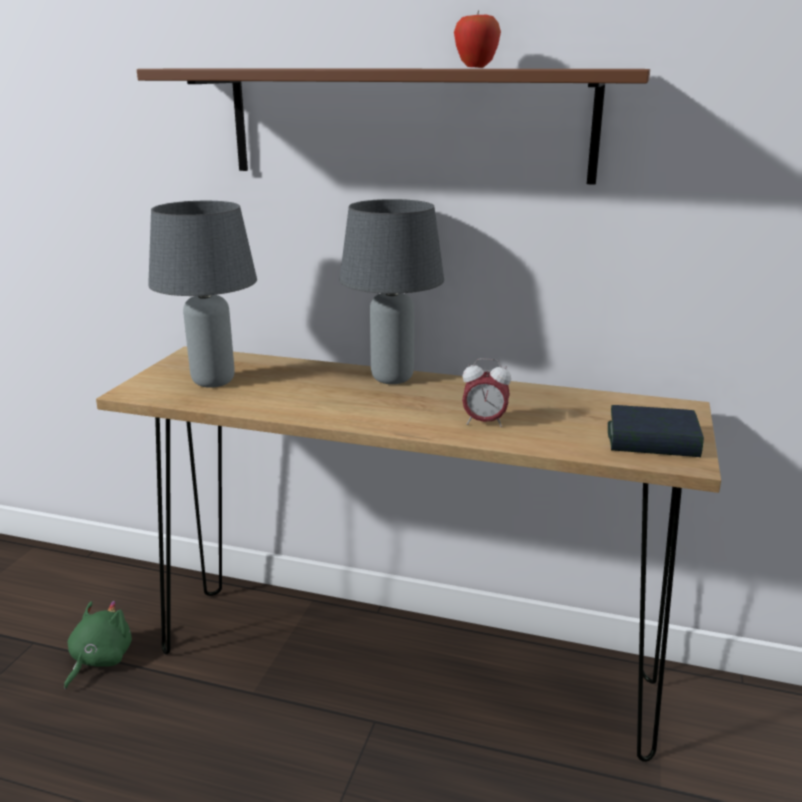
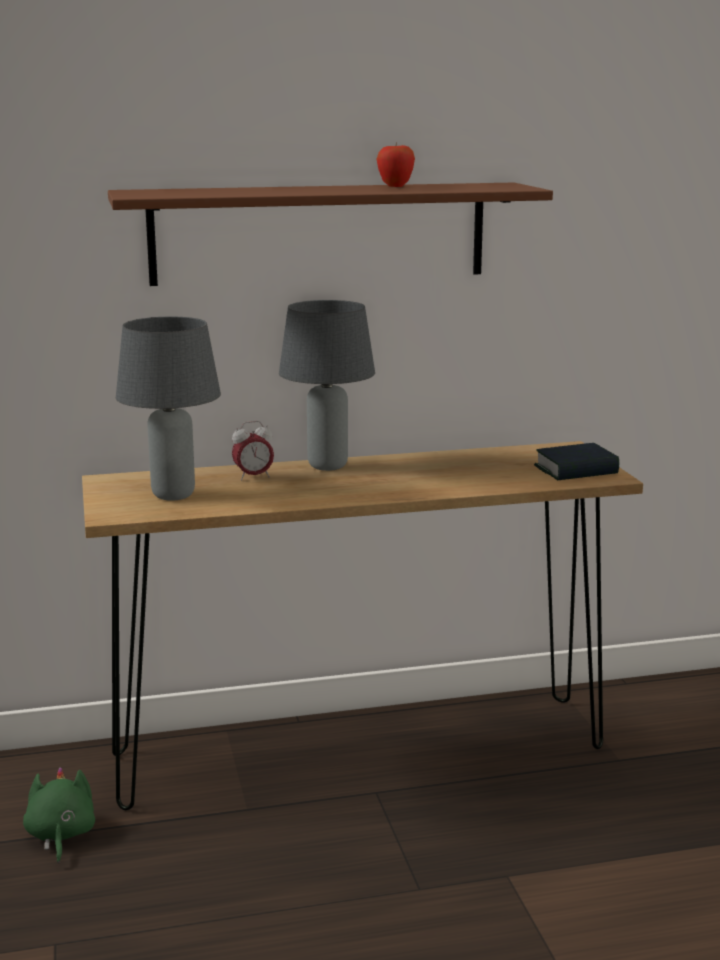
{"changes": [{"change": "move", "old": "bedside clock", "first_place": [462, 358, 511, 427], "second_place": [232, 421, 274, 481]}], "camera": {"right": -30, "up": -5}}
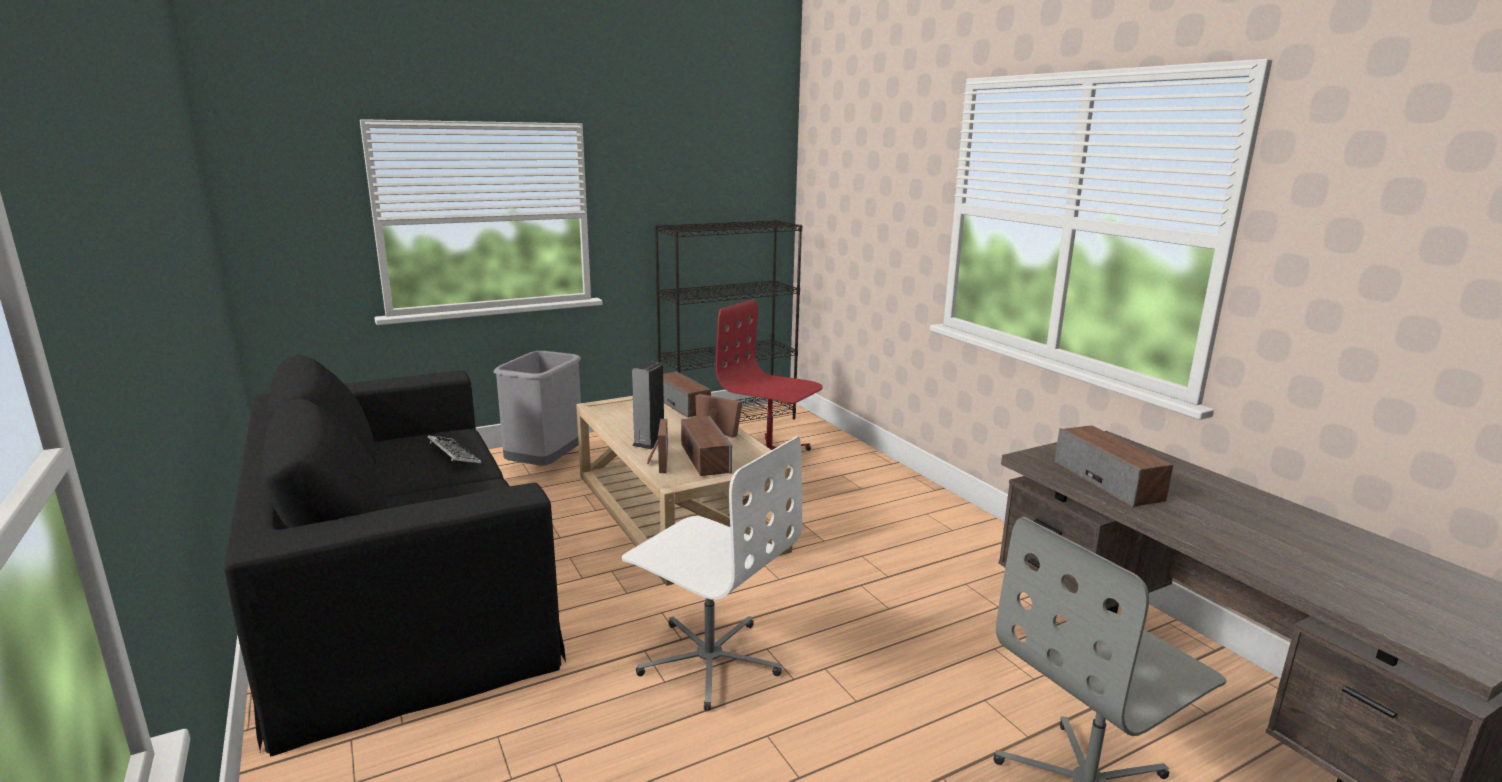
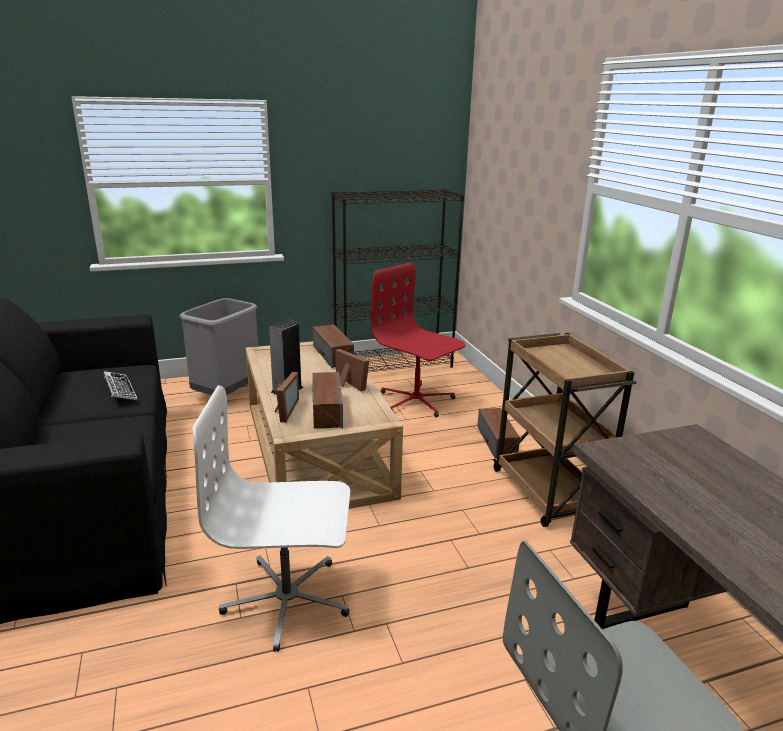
{"changes": [{"change": "rotate", "old": "desk chair (whitish)", "first_place": [622, 436, 802, 711], "second_place": [192, 386, 350, 652], "degrees": 135}, {"change": "move", "old": "audio speaker", "first_place": [1054, 425, 1173, 507], "second_place": [477, 408, 520, 458]}, {"change": "insert", "new": "wheeled cart (brown-coloured)", "second_place": [493, 333, 637, 527]}], "camera": {"right": 10, "up": 5}}
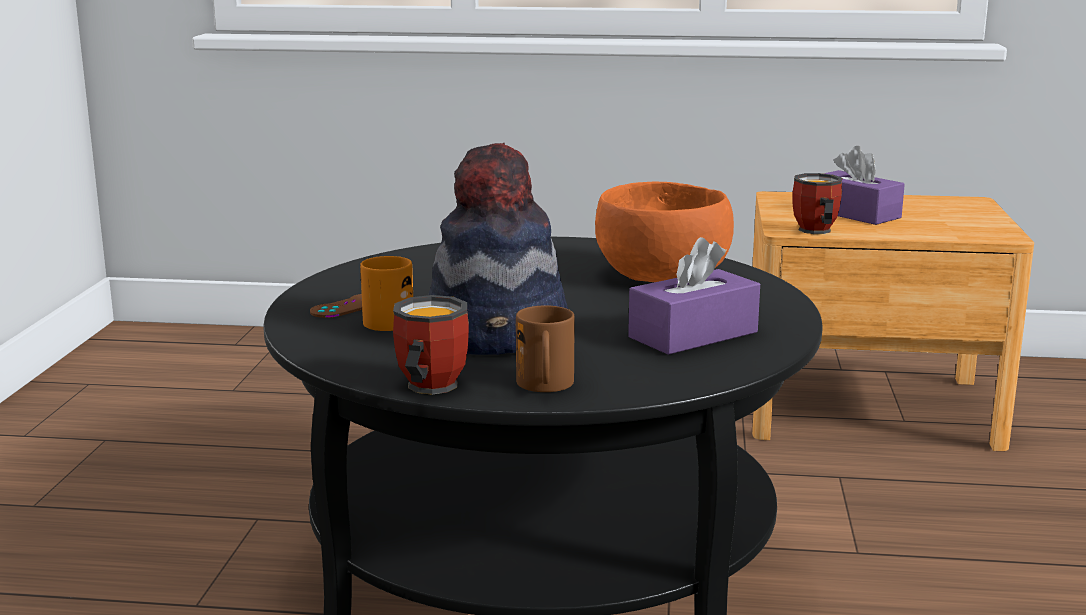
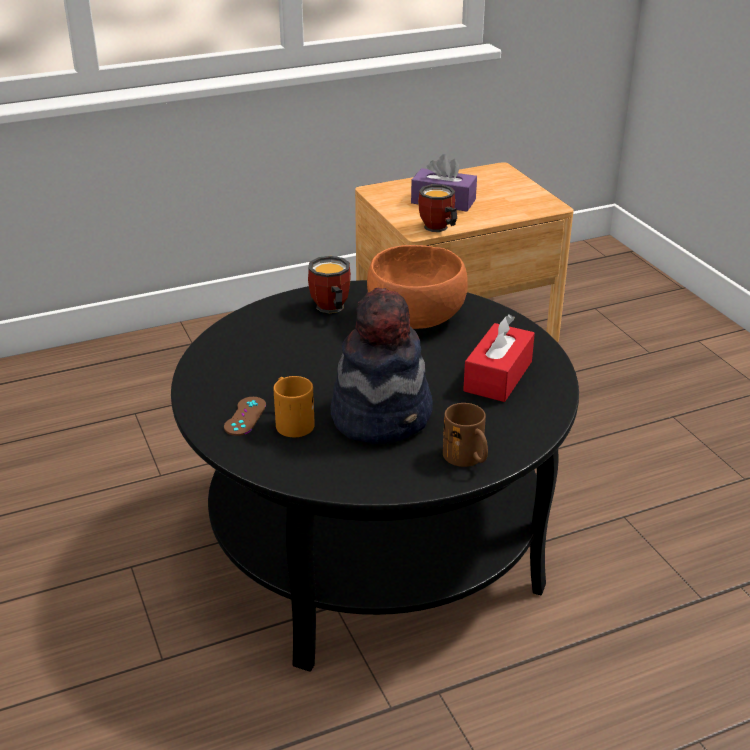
{"changes": [{"change": "move", "old": "coffee mug", "first_place": [393, 295, 469, 394], "second_place": [308, 256, 351, 313]}, {"change": "recolor", "old": "tissue box (purple-coloured)", "new": "tissue box (red)", "first_place": [628, 237, 760, 355], "second_place": [463, 314, 535, 402]}], "camera": {"right": -30, "up": 15}}
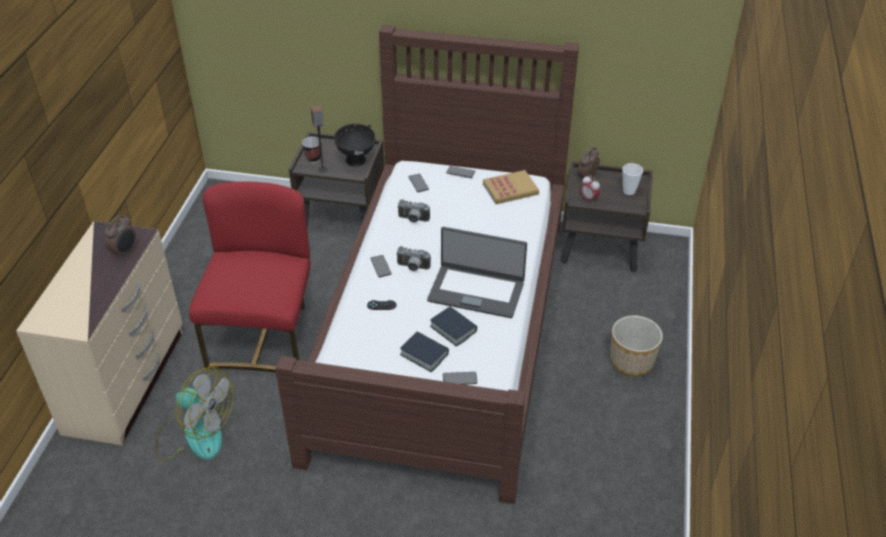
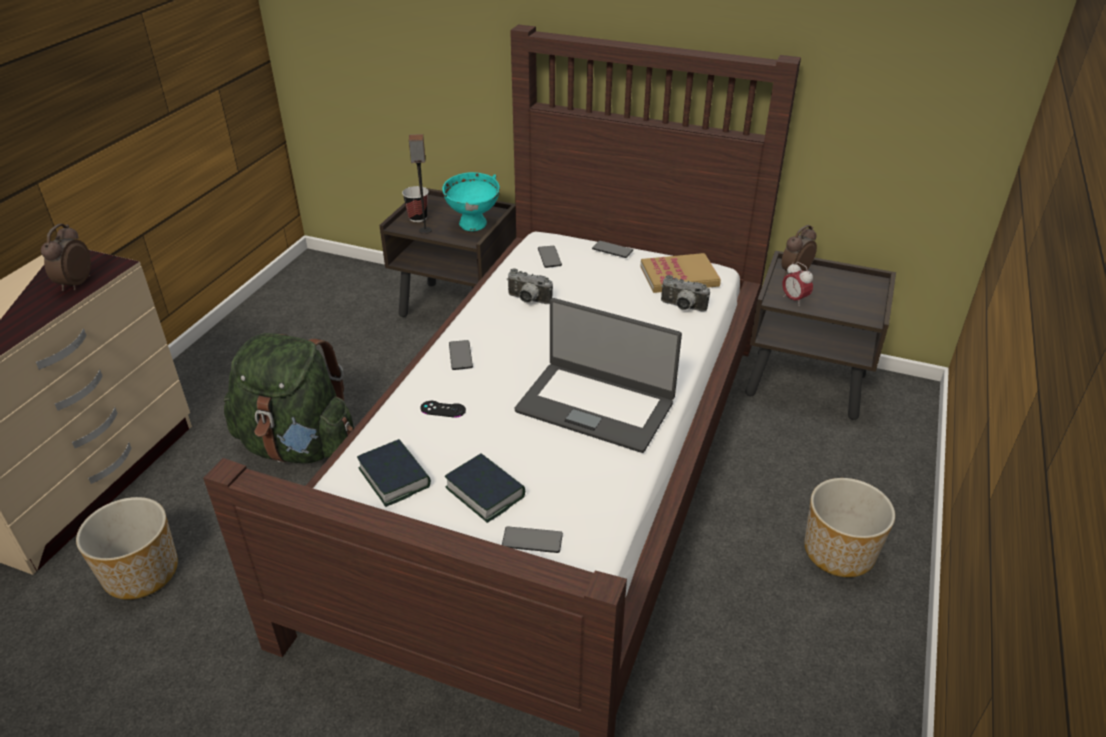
{"changes": [{"change": "rotate", "old": "bedside clock", "first_place": [105, 215, 136, 259], "second_place": [41, 224, 91, 291], "degrees": 150}, {"change": "replace", "old": "electric fan", "new": "planter", "first_place": [154, 367, 233, 461], "second_place": [76, 497, 178, 600]}, {"change": "replace", "old": "upright chair (red)", "new": "backpack (green)", "first_place": [189, 181, 310, 373], "second_place": [224, 333, 354, 463]}, {"change": "recolor", "old": "serving bowl (black-coloured)", "new": "serving bowl (blue-green)", "first_place": [334, 124, 376, 167], "second_place": [442, 172, 500, 231]}, {"change": "move", "old": "still camera", "first_place": [396, 246, 431, 271], "second_place": [661, 275, 710, 311]}, {"change": "move", "old": "volume", "first_place": [430, 306, 477, 347], "second_place": [357, 439, 431, 507]}, {"change": "delete", "old": "small cup", "first_place": [622, 163, 643, 195]}], "camera": {"right": 10, "up": -5}}
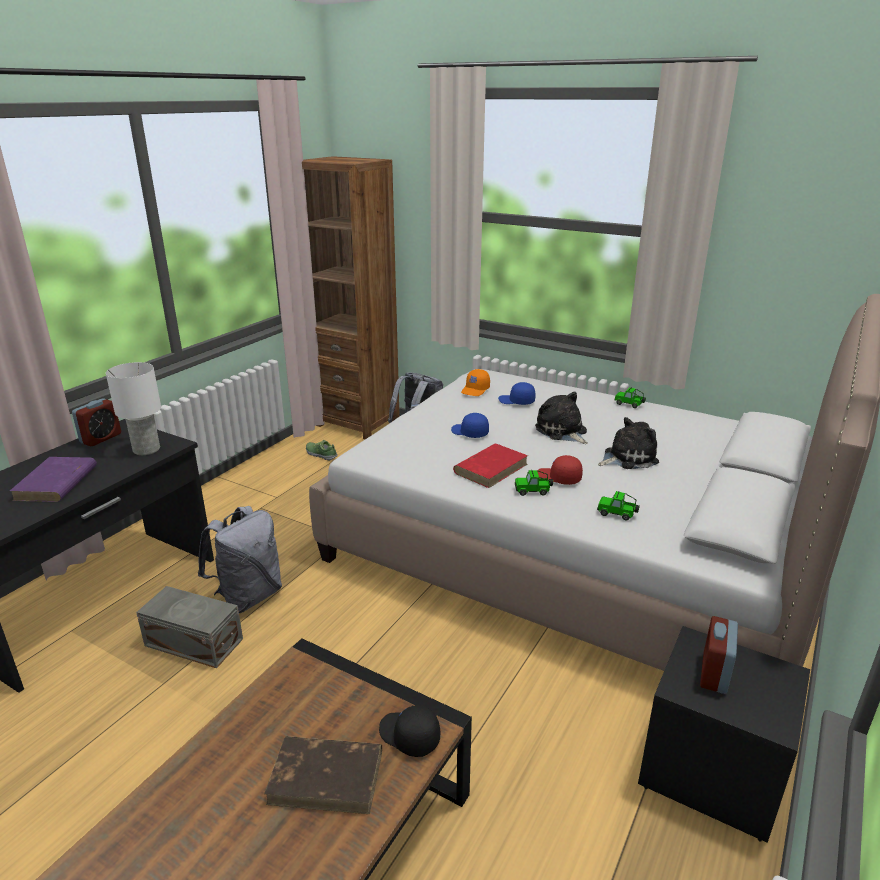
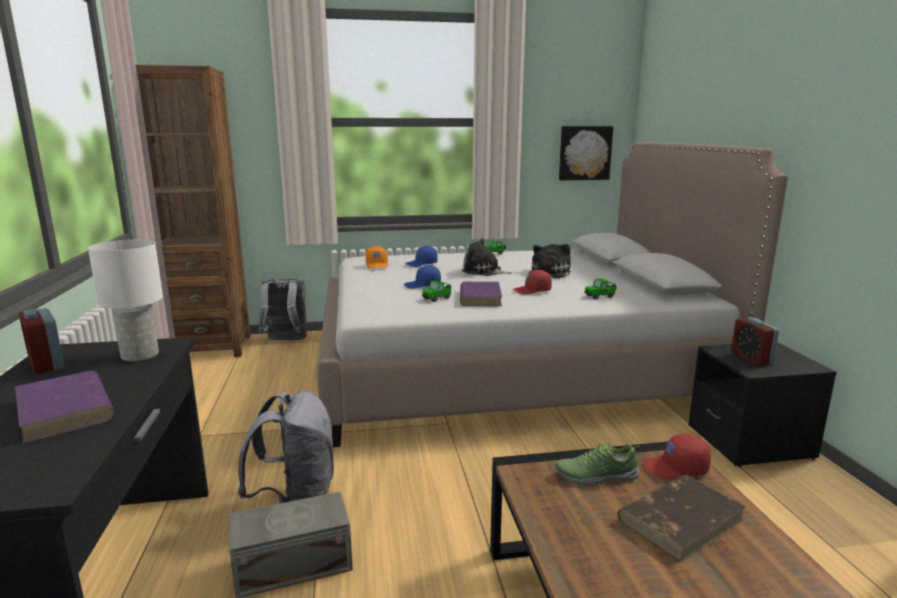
{"changes": [{"change": "rotate", "old": "bedside clock", "first_place": [72, 398, 121, 446], "second_place": [19, 308, 64, 374], "degrees": 150}, {"change": "move", "old": "low shoe", "first_place": [306, 440, 338, 461], "second_place": [555, 443, 639, 486]}, {"change": "recolor", "old": "cap (black-coloured)", "new": "cap (red)", "first_place": [379, 705, 440, 757], "second_place": [643, 434, 711, 479]}, {"change": "recolor", "old": "volume (red)", "new": "volume (purple-coloured)", "first_place": [453, 444, 528, 488], "second_place": [460, 282, 502, 306]}, {"change": "move", "old": "miniature car", "first_place": [515, 470, 553, 496], "second_place": [422, 280, 451, 302]}, {"change": "insert", "new": "wall art", "second_place": [559, 126, 613, 180]}], "camera": {"right": -40, "up": -10}}
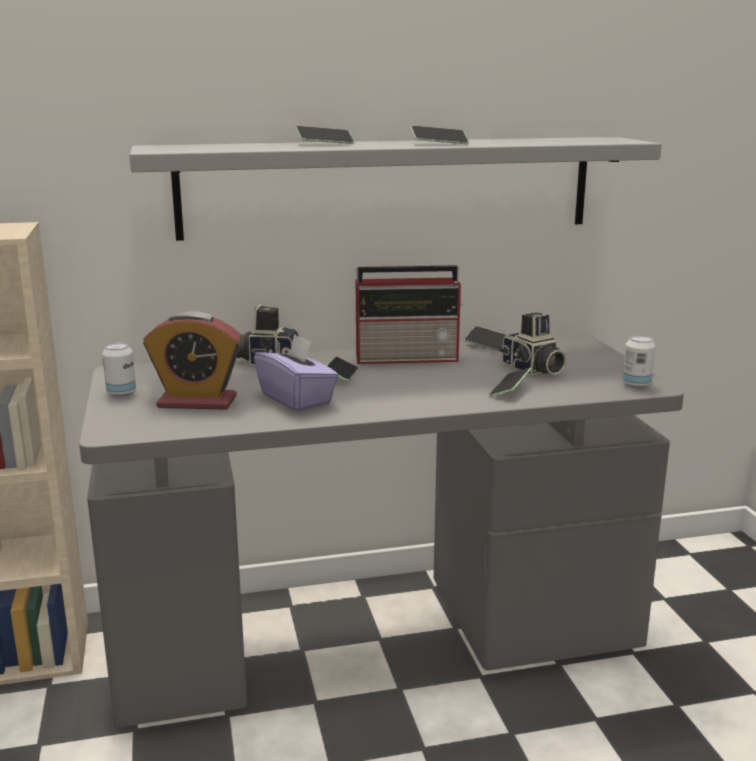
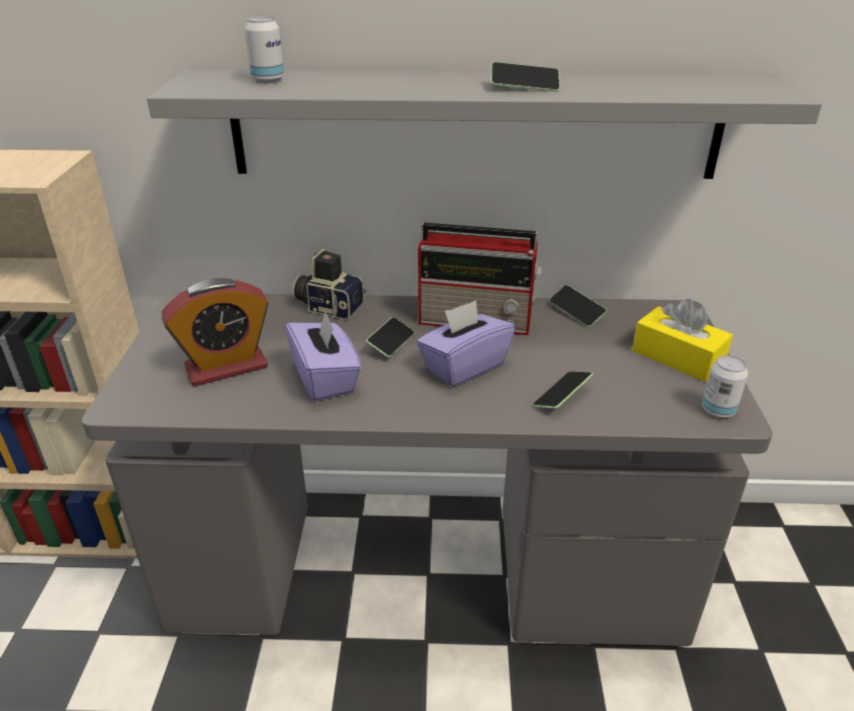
{"changes": [{"change": "move", "old": "can", "first_place": [102, 342, 136, 397], "second_place": [245, 16, 284, 83]}, {"change": "rotate", "old": "bedside clock", "first_place": [143, 311, 242, 410], "second_place": [161, 278, 269, 386], "degrees": -45}, {"change": "delete", "old": "handset", "first_place": [295, 126, 354, 144]}, {"change": "delete", "old": "still camera", "first_place": [500, 312, 567, 375]}, {"change": "insert", "new": "tissue box (purple-coloured)", "second_place": [417, 300, 515, 387]}, {"change": "insert", "new": "tissue box (yellow)", "second_place": [632, 298, 733, 382]}], "camera": {"right": 15, "up": 15}}
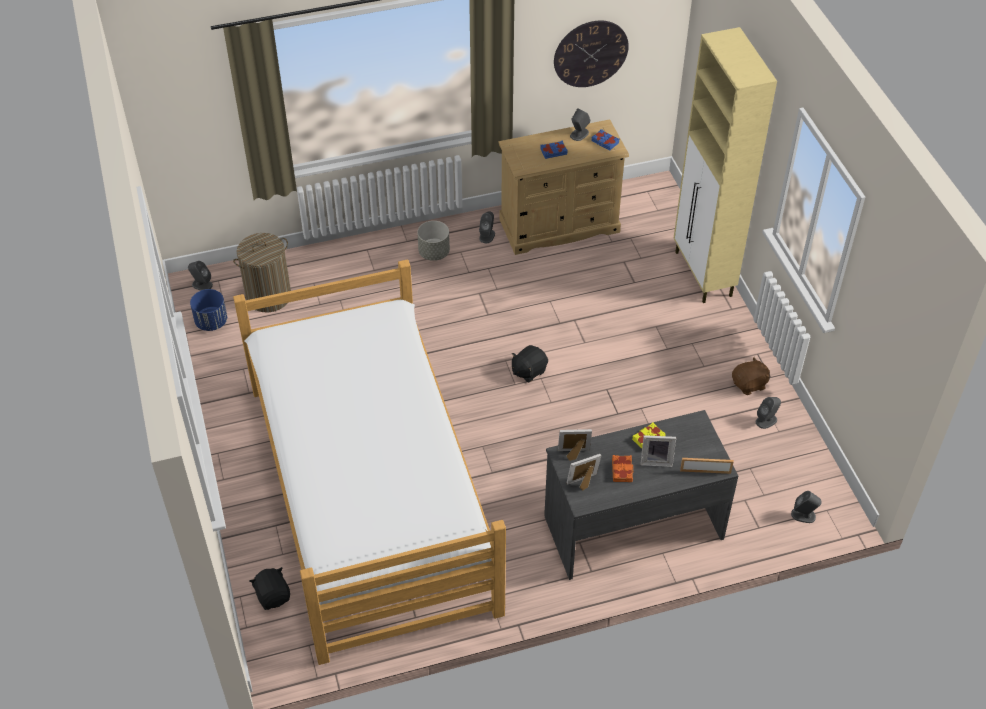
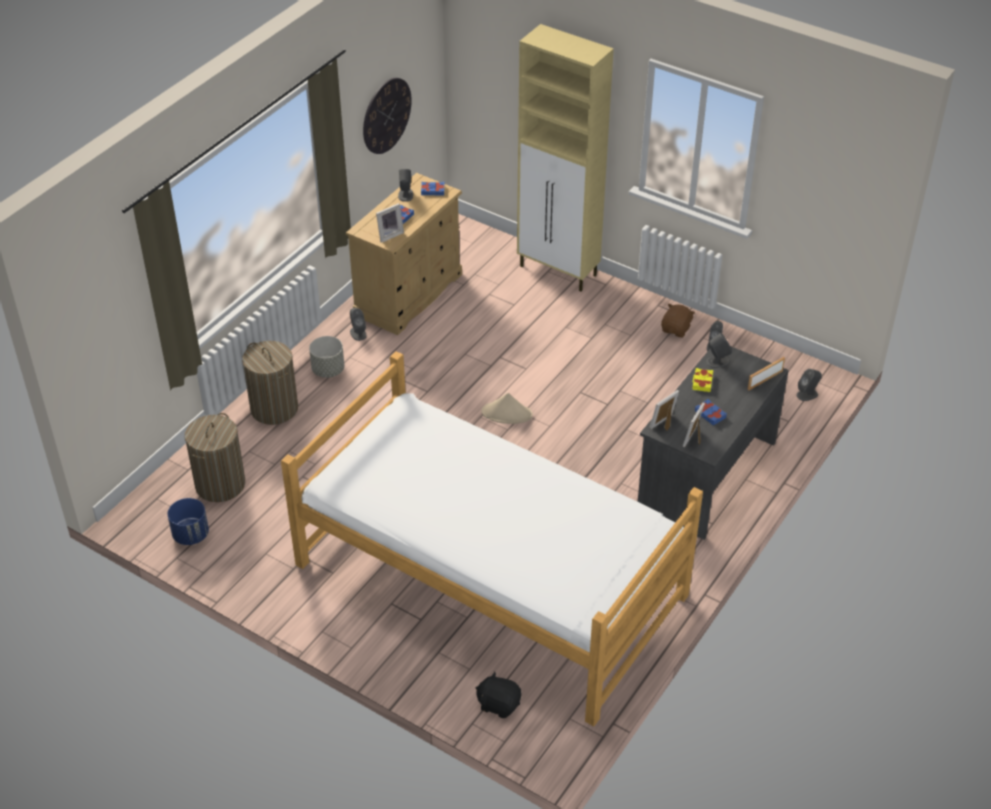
{"changes": [{"change": "move", "old": "audio speaker (greyish)", "first_place": [188, 261, 213, 290], "second_place": [706, 333, 732, 368]}, {"change": "replace", "old": "plush toy (black-coloured)", "new": "hat (sand-coloured)", "first_place": [512, 345, 548, 382], "second_place": [481, 393, 533, 424]}, {"change": "recolor", "old": "volume (orangey)", "new": "volume (blue)", "first_place": [612, 455, 633, 482], "second_place": [695, 399, 727, 426]}, {"change": "move", "old": "photo frame", "first_place": [641, 435, 676, 467], "second_place": [376, 203, 404, 243]}, {"change": "insert", "new": "hamper", "second_place": [242, 341, 298, 425]}], "camera": {"right": -40, "up": -5}}
